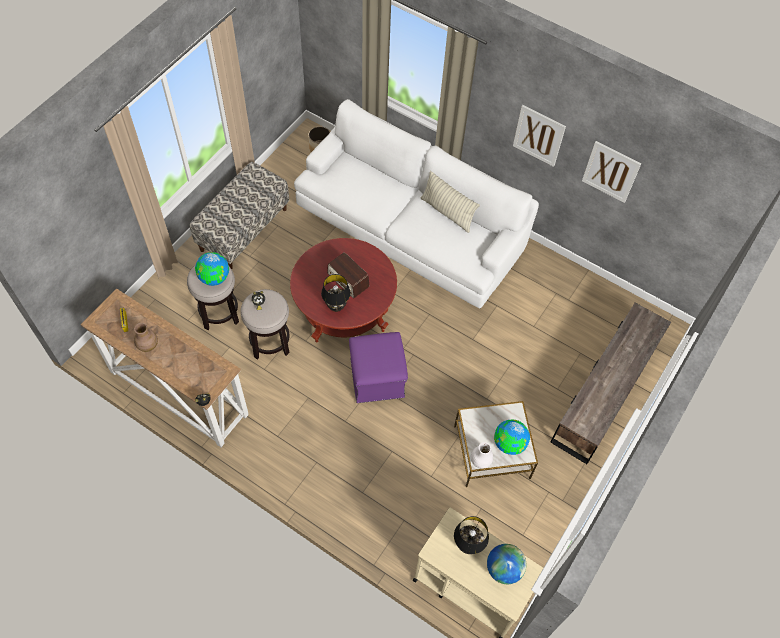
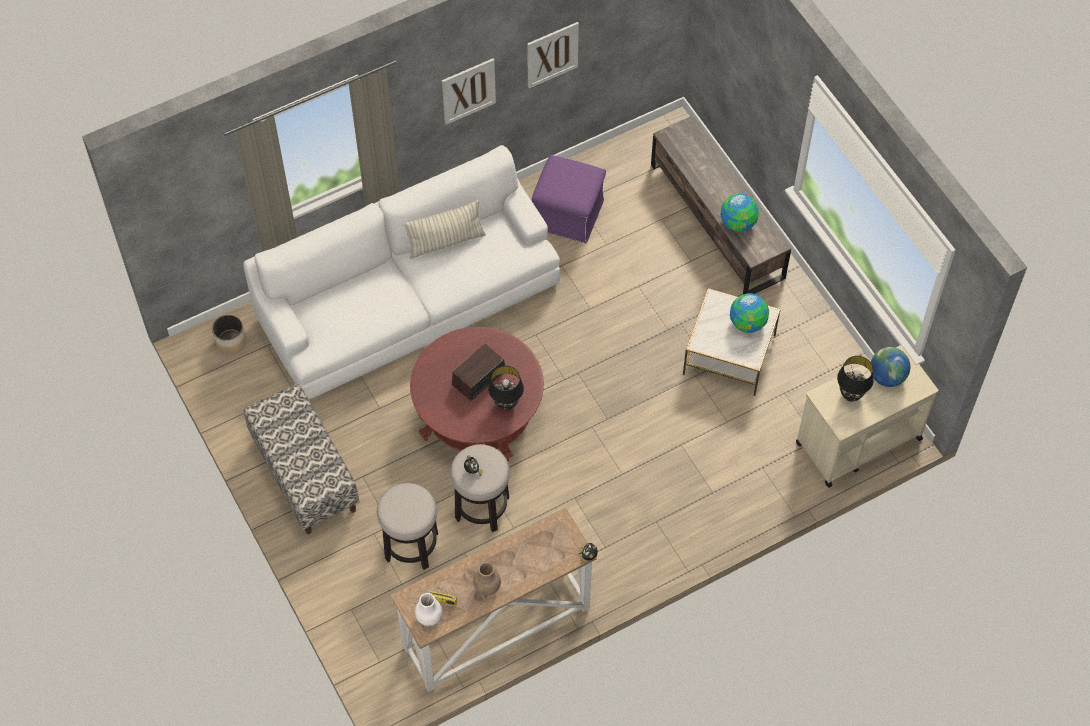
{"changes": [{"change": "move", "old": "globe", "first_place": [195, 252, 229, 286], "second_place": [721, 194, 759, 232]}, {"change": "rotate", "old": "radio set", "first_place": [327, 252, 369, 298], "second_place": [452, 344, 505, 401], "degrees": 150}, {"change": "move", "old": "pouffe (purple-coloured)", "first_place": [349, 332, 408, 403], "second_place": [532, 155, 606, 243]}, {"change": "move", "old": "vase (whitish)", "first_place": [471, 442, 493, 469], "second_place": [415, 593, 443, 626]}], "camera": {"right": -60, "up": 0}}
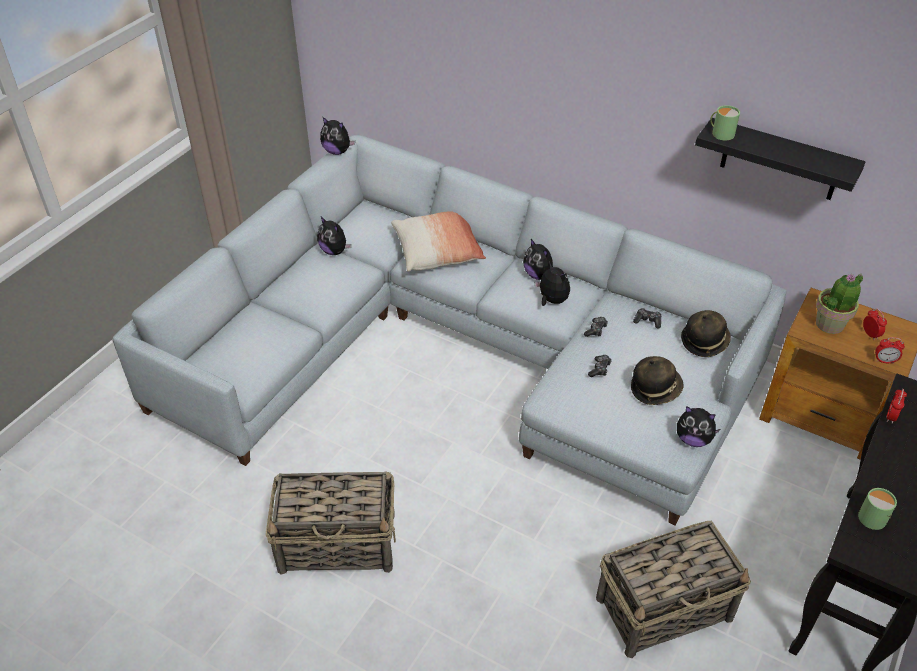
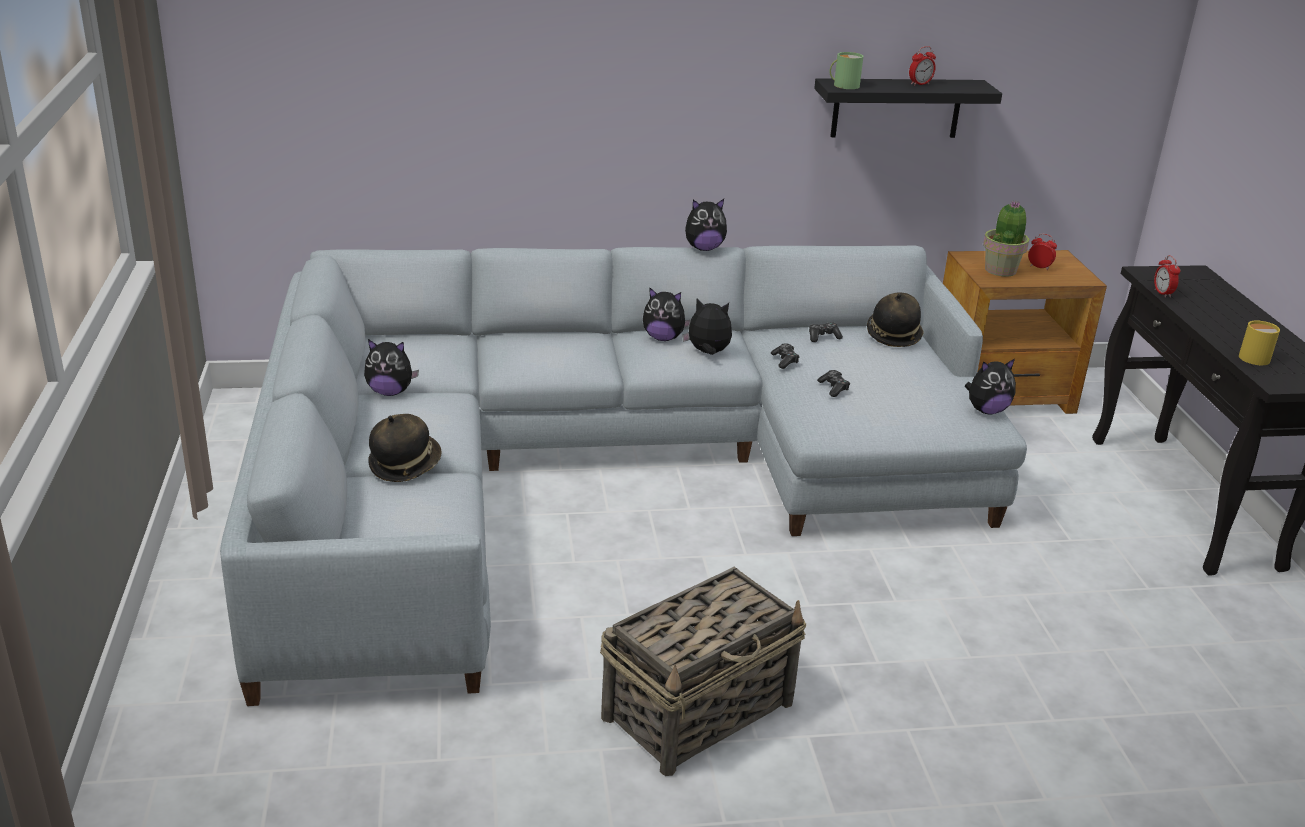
{"changes": [{"change": "move", "old": "plush toy", "first_place": [320, 117, 355, 155], "second_place": [685, 199, 727, 251]}, {"change": "delete", "old": "pillow", "first_place": [391, 211, 486, 271]}, {"change": "delete", "old": "storage basket", "first_place": [596, 521, 751, 658]}, {"change": "move", "old": "hat", "first_place": [631, 356, 684, 405], "second_place": [368, 414, 441, 482]}, {"change": "recolor", "old": "coffee mug (green)", "new": "coffee mug (yellow)", "first_place": [858, 488, 897, 530], "second_place": [1239, 321, 1280, 365]}, {"change": "move", "old": "bedside clock", "first_place": [875, 337, 905, 364], "second_place": [909, 46, 936, 86]}], "camera": {"right": -40, "up": -15}}
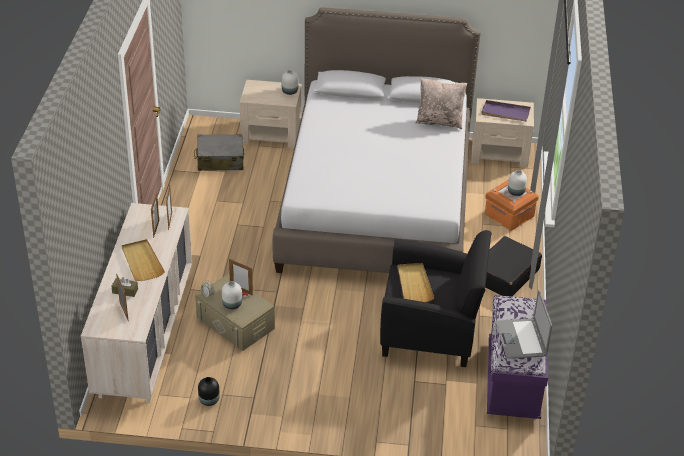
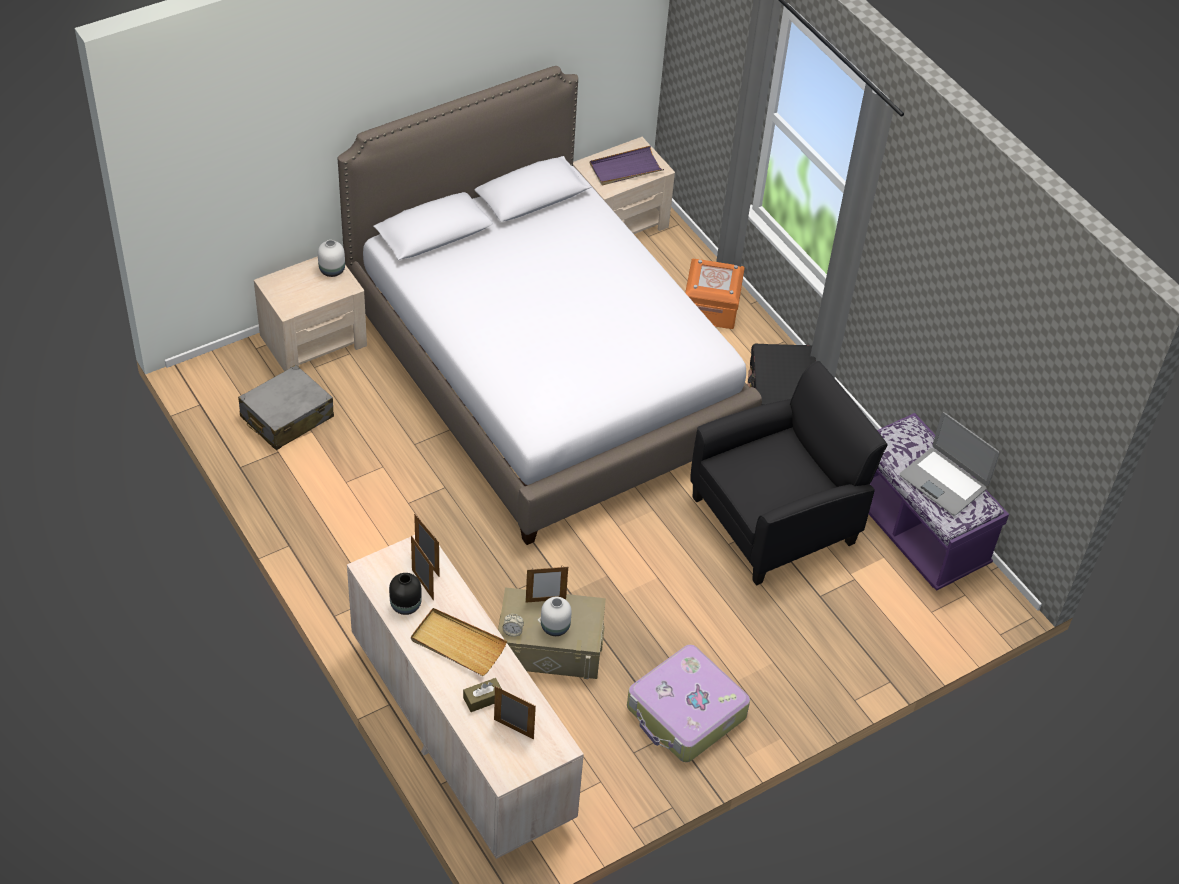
{"changes": [{"change": "move", "old": "vase (black-coloured)", "first_place": [198, 377, 220, 406], "second_place": [389, 573, 422, 615]}, {"change": "delete", "old": "serving tray (sand-coloured)", "first_place": [398, 263, 434, 302]}, {"change": "delete", "old": "pillow (sand-coloured)", "first_place": [415, 78, 467, 129]}, {"change": "delete", "old": "vase (whitish)", "first_place": [508, 170, 527, 196]}, {"change": "insert", "new": "piece of luggage", "second_place": [627, 644, 750, 762]}], "camera": {"right": -40, "up": 10}}
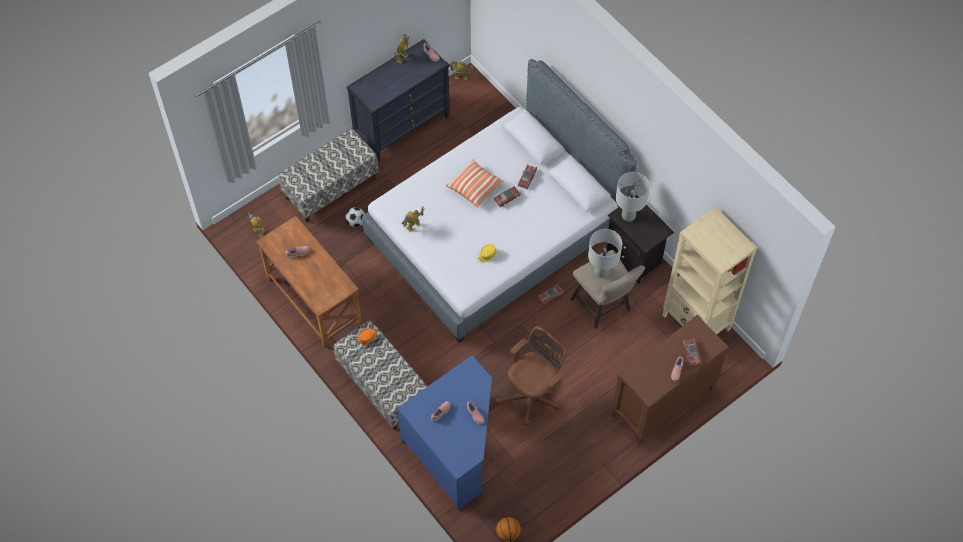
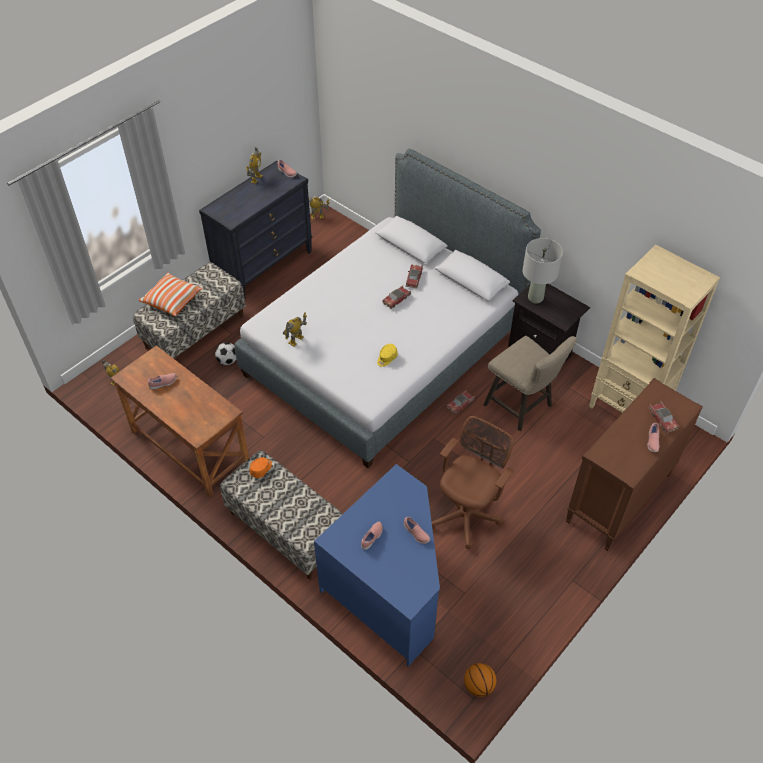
{"changes": [{"change": "move", "old": "pillow", "first_place": [446, 159, 503, 207], "second_place": [139, 273, 203, 316]}, {"change": "delete", "old": "table lamp (greyish)", "first_place": [588, 229, 622, 278]}], "camera": {"right": -10, "up": -10}}
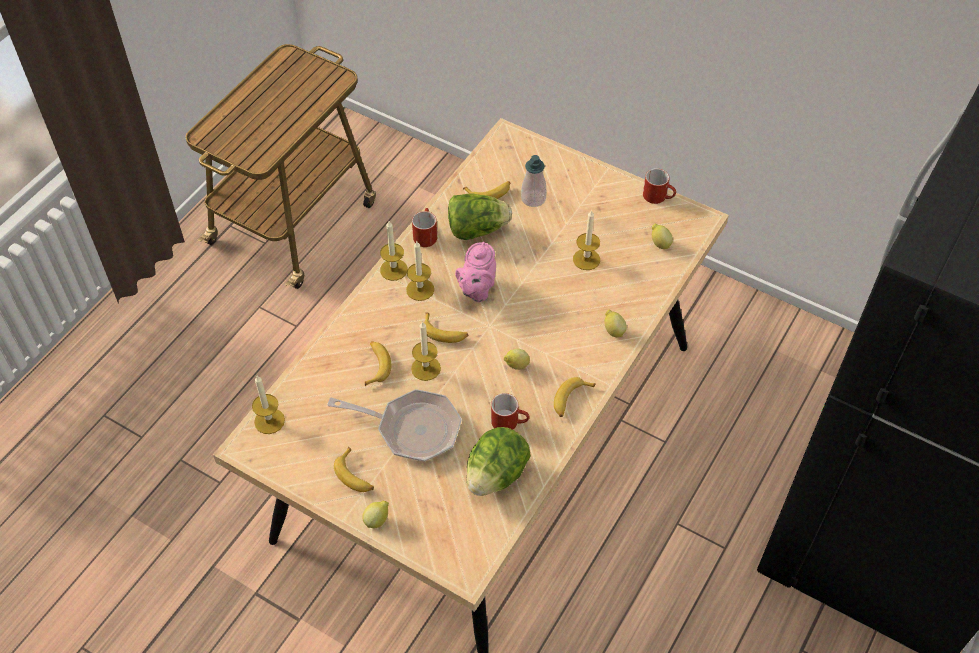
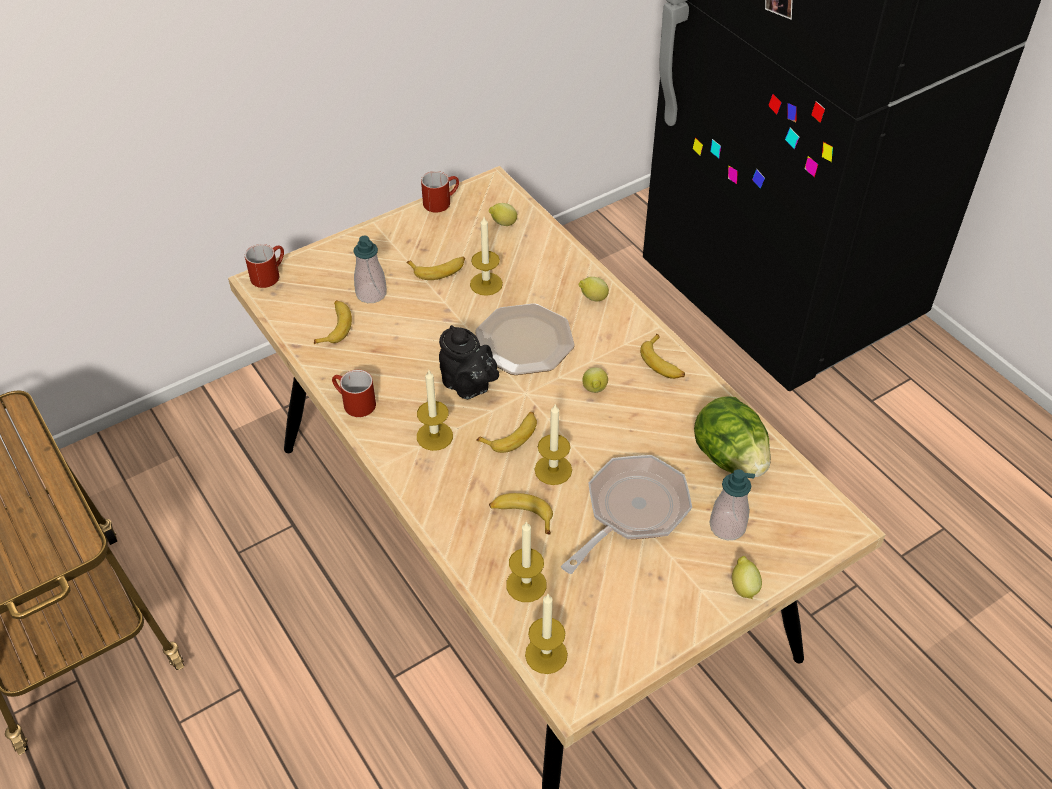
{"changes": [{"change": "move", "old": "banana fruit", "first_place": [334, 447, 374, 492], "second_place": [407, 256, 465, 280]}, {"change": "move", "old": "candle", "first_place": [380, 221, 408, 281], "second_place": [506, 521, 547, 602]}, {"change": "delete", "old": "head of lettuce", "first_place": [448, 194, 512, 240]}, {"change": "recolor", "old": "teapot (pinkish)", "new": "teapot (black-coloured)", "first_place": [455, 242, 496, 302], "second_place": [439, 325, 499, 399]}, {"change": "move", "old": "coffee mug (red)", "first_place": [491, 393, 530, 430], "second_place": [245, 244, 284, 288]}, {"change": "insert", "new": "dinner plate", "second_place": [475, 303, 575, 375]}, {"change": "insert", "new": "soap bottle", "second_place": [709, 469, 755, 540]}], "camera": {"right": -65, "up": -5}}
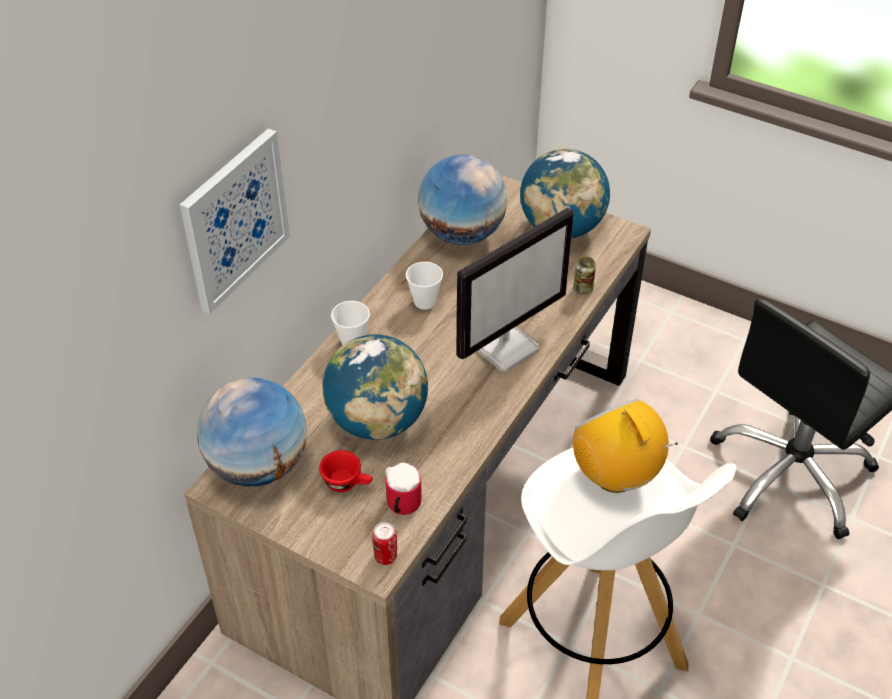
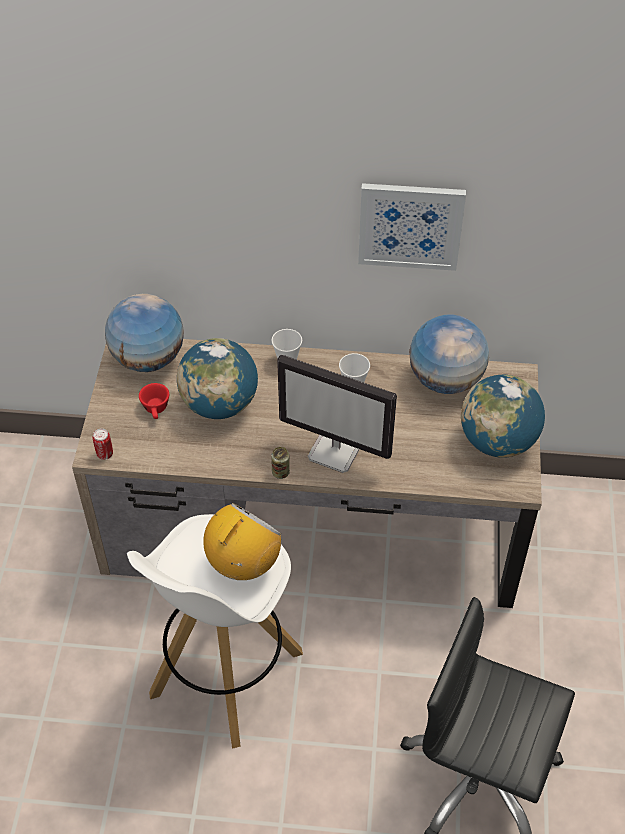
{"changes": [{"change": "move", "old": "wall art", "first_place": [180, 128, 290, 314], "second_place": [358, 183, 466, 271]}, {"change": "delete", "old": "coffee mug", "first_place": [385, 463, 422, 515]}, {"change": "move", "old": "can", "first_place": [573, 256, 596, 295], "second_place": [271, 447, 290, 479]}], "camera": {"right": 65, "up": 5}}
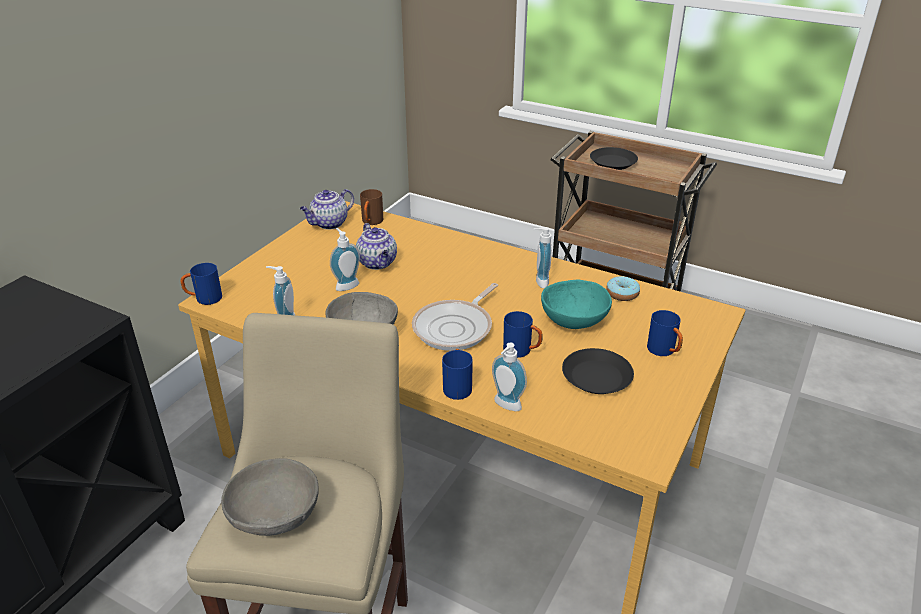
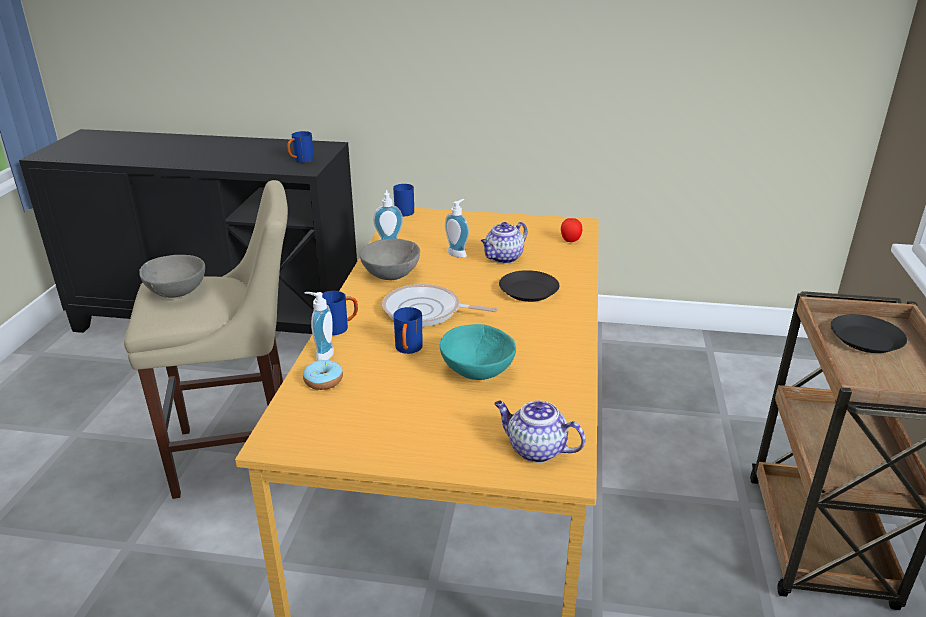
{"changes": [{"change": "move", "old": "teapot", "first_place": [300, 189, 354, 229], "second_place": [494, 400, 586, 463]}, {"change": "replace", "old": "coffee mug (brown-coloured)", "new": "tomato", "first_place": [360, 189, 383, 225], "second_place": [561, 218, 582, 242]}, {"change": "delete", "old": "soap bottle", "first_place": [533, 227, 552, 288]}, {"change": "move", "old": "dinner plate (black-coloured)", "first_place": [562, 348, 634, 394], "second_place": [499, 270, 560, 302]}, {"change": "move", "old": "doughnut", "first_place": [606, 276, 640, 301], "second_place": [303, 360, 343, 390]}, {"change": "move", "old": "coffee mug (blue)", "first_place": [647, 310, 683, 356], "second_place": [287, 131, 314, 163]}], "camera": {"right": 70, "up": -5}}
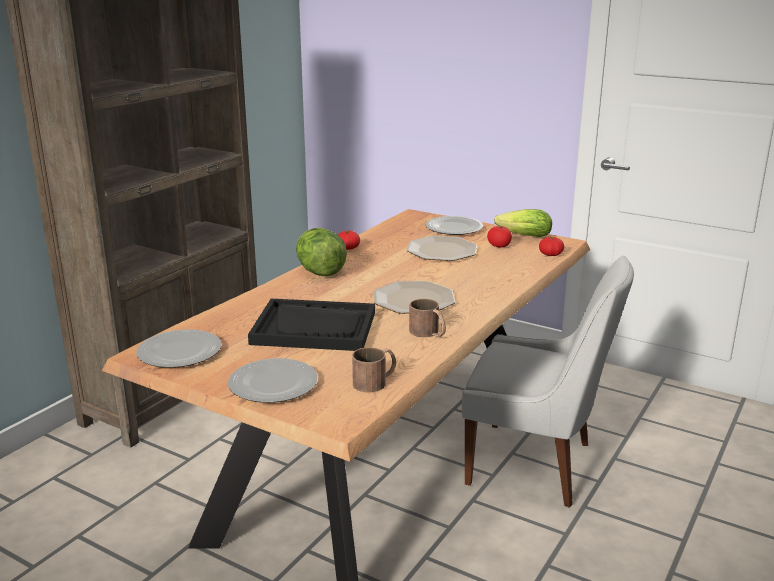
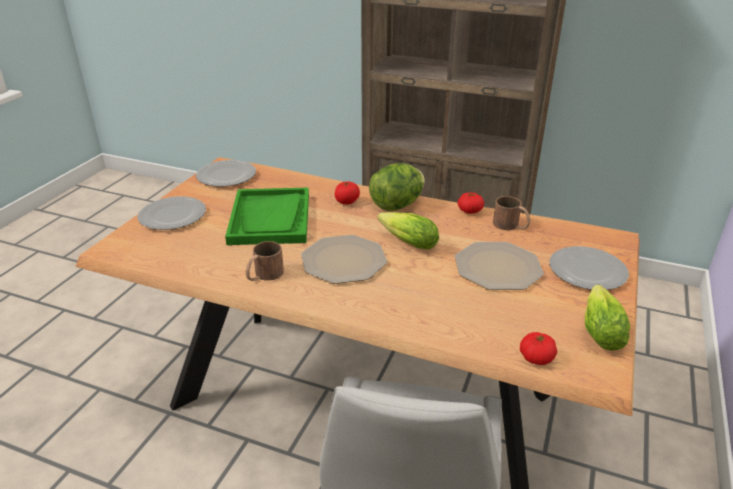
{"changes": [{"change": "recolor", "old": "serving tray (black-coloured)", "new": "serving tray (green)", "first_place": [248, 299, 375, 351], "second_place": [225, 187, 309, 245]}, {"change": "move", "old": "coffee mug (brown-coloured)", "first_place": [352, 347, 396, 392], "second_place": [493, 196, 530, 230]}, {"change": "move", "old": "tomato", "first_place": [487, 226, 512, 247], "second_place": [335, 182, 360, 205]}, {"change": "insert", "new": "head of lettuce", "second_place": [378, 212, 439, 249]}], "camera": {"right": 80, "up": 10}}
